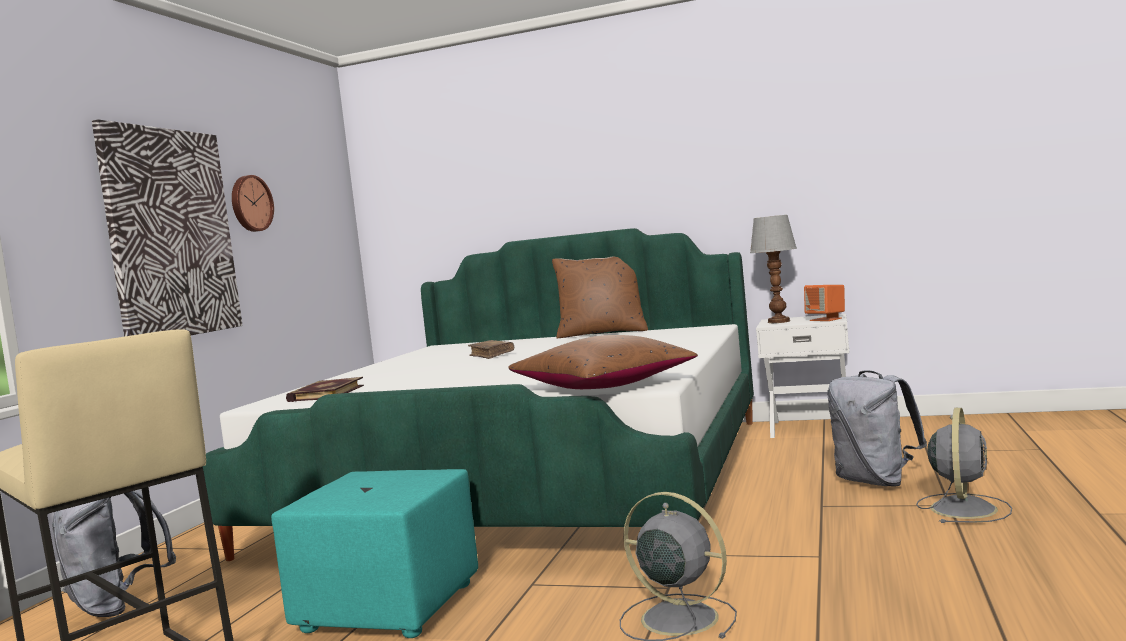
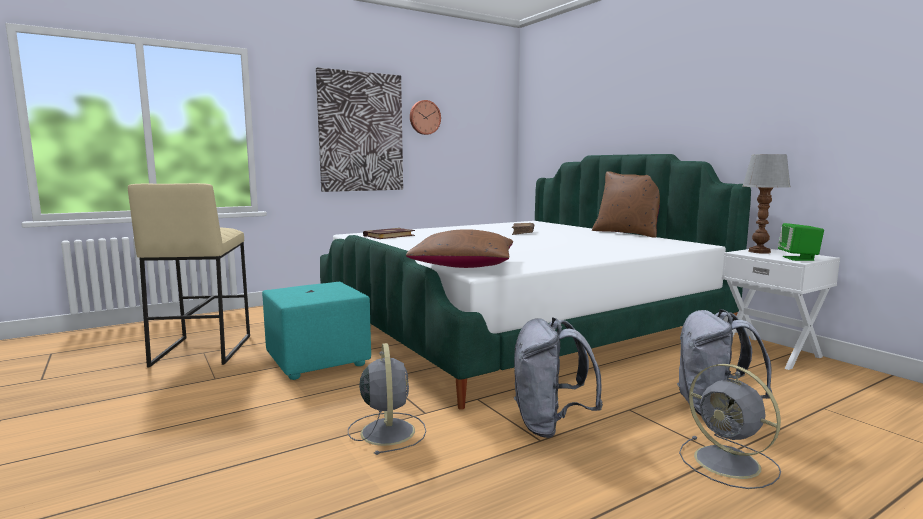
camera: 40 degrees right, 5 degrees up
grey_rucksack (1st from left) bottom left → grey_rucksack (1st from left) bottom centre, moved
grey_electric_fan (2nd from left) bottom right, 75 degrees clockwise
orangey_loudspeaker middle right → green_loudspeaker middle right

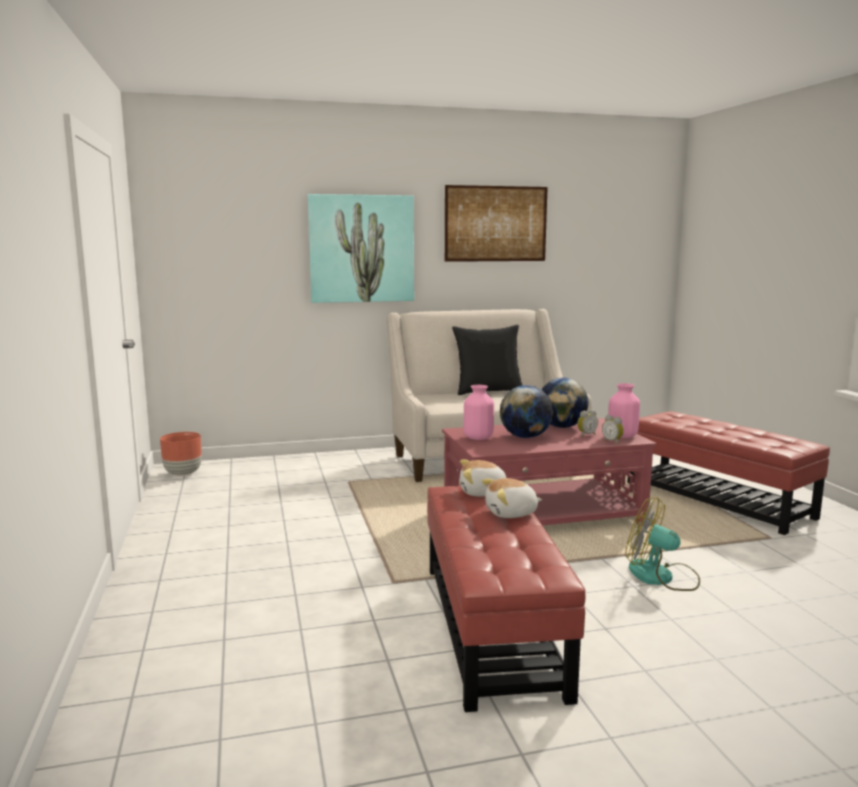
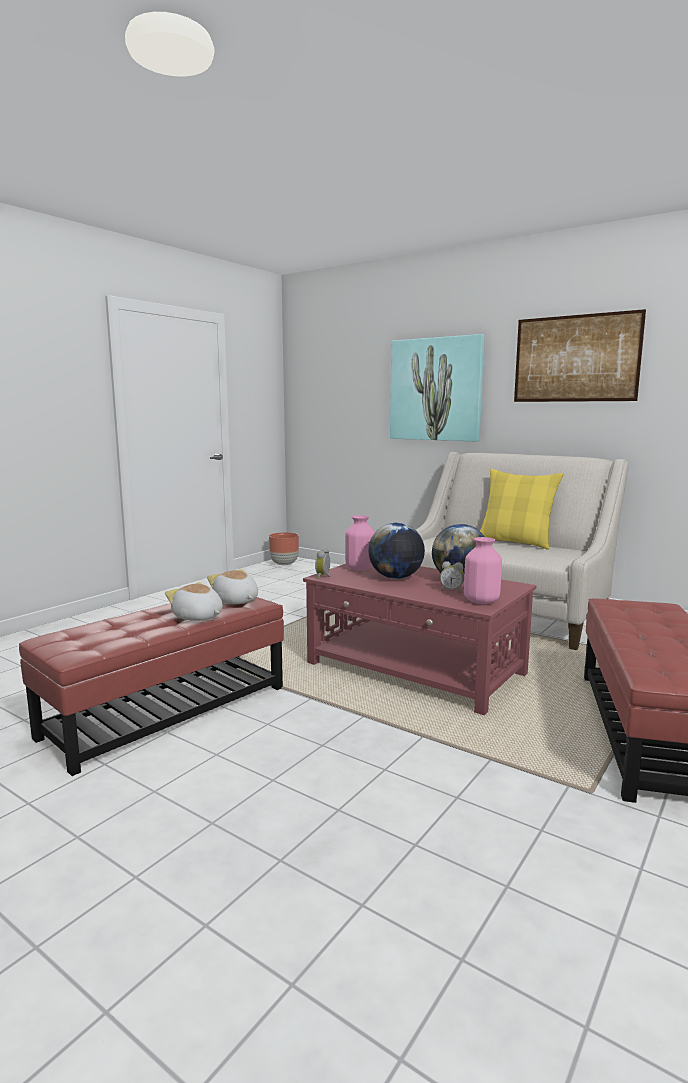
camera: 50 degrees right, 0 degrees up
table_clock (2nd from left in the first image) middle right → table_clock (1st from left) centre, moved
black-coloured_throw_pillow centre → yellowish_throw_pillow middle right
electric_fan bottom right → -

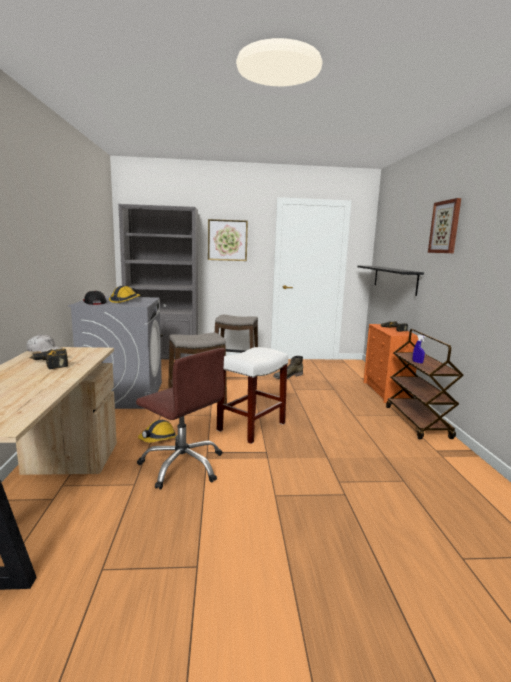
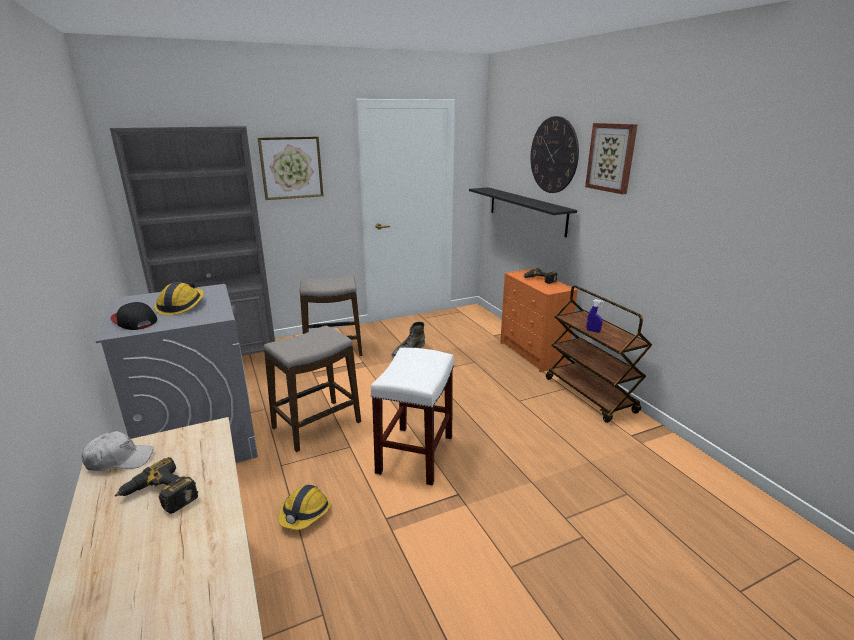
camera: 20 degrees left, 10 degrees up
- → clock_on_the_wall top centre
brownish_desk_chair centre → -

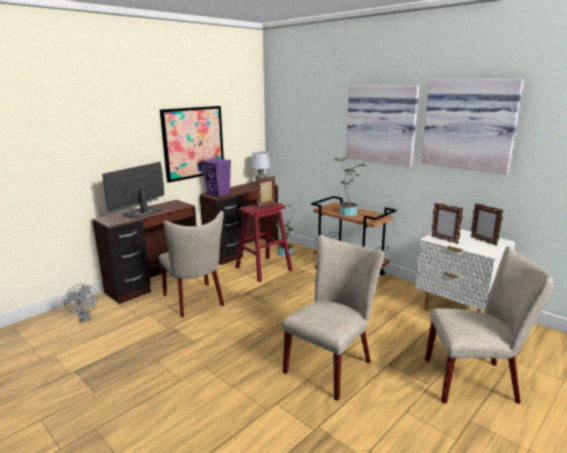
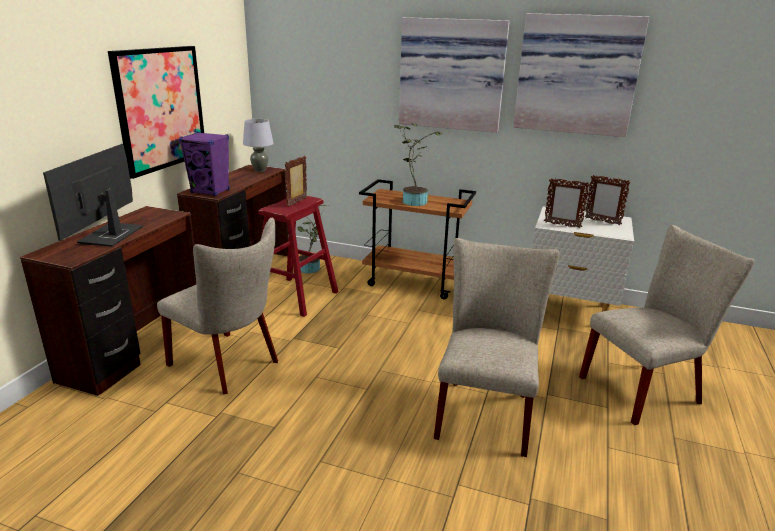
camera: 25 degrees left, 5 degrees up
grey_electric_fan bottom left → -

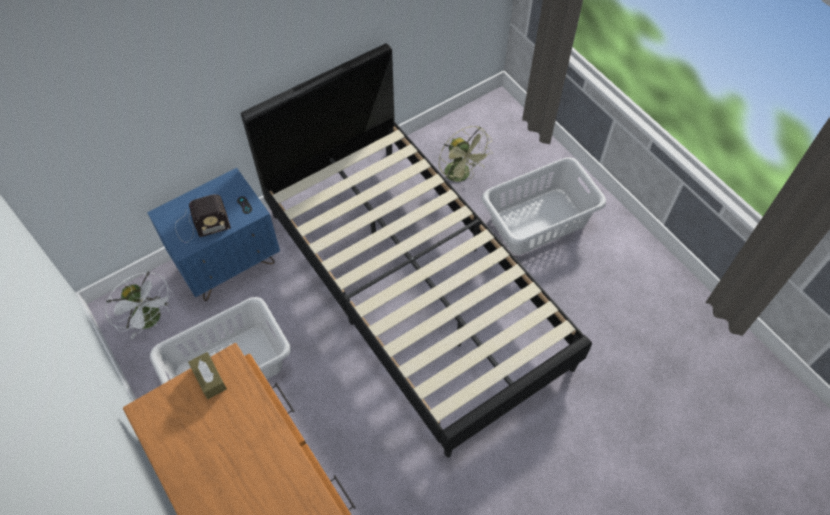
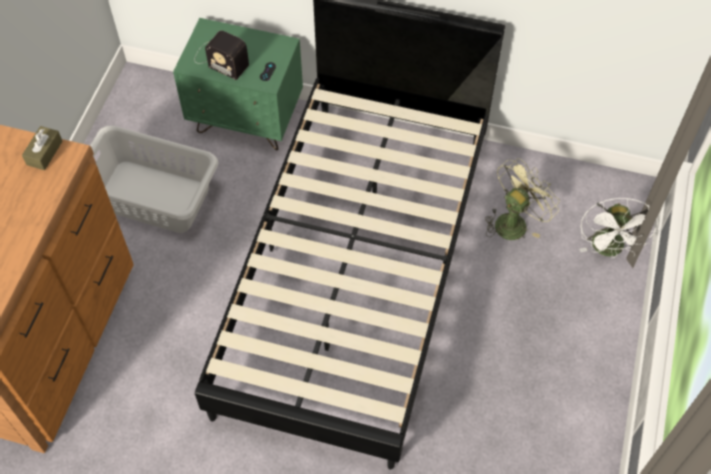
camera: 50 degrees right, 0 degrees up
blue_night_table middle left → green_night_table top centre
green_electric_fan top centre → green_electric_fan middle right, 150 degrees counterclockwise
white_electric_fan middle left → white_electric_fan middle right, moved
grey_hamper (2nd from left) centre → -

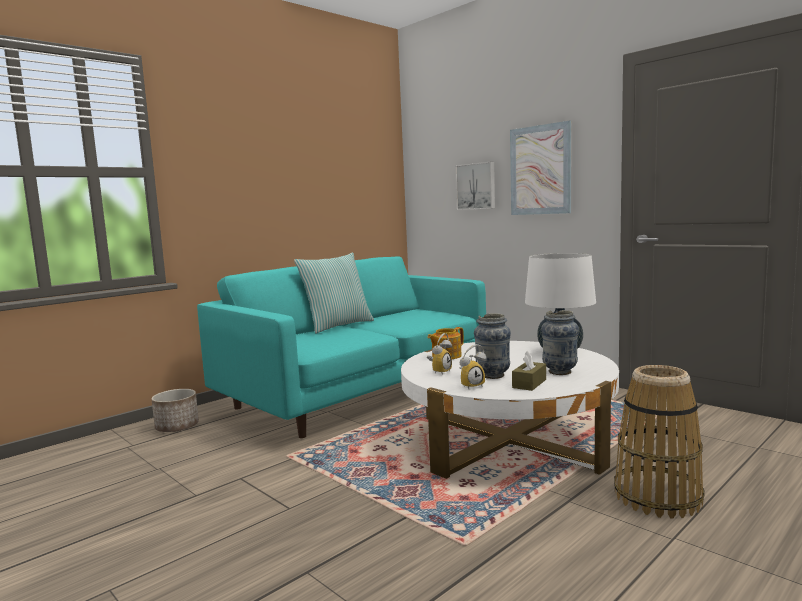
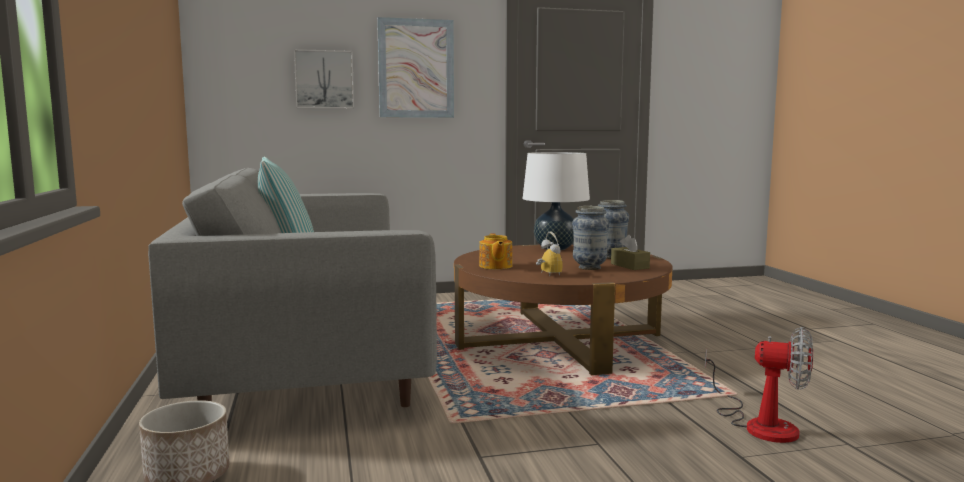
camera: 60 degrees left, 0 degrees up
turquoise-coloured_settee centre → grey_settee middle left
white_coffee_table bottom centre → brownish_coffee_table centre
- → electric_fan bottom right
table_clock (2nd from left) centre → -
storage_basket bottom right → -

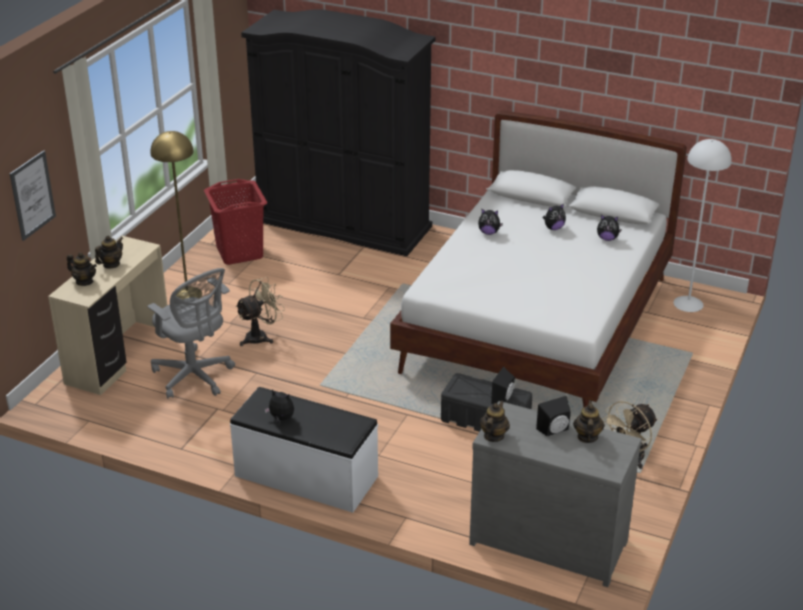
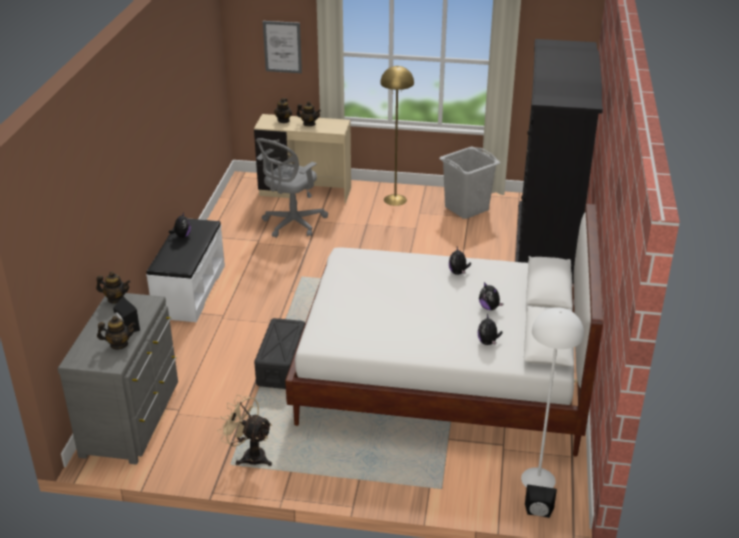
camera: 75 degrees right, 0 degrees up
red_hamper middle left → grey_hamper centre
black-coloured_loudspeaker (1st from left in the first image) centre → black-coloured_loudspeaker (2nd from left) bottom right, moved
sand-coloured_electric_fan (1st from left) middle left → -

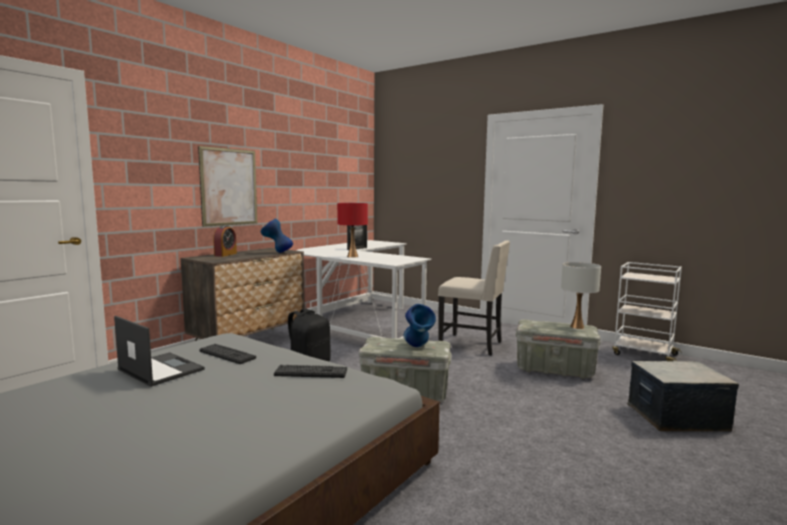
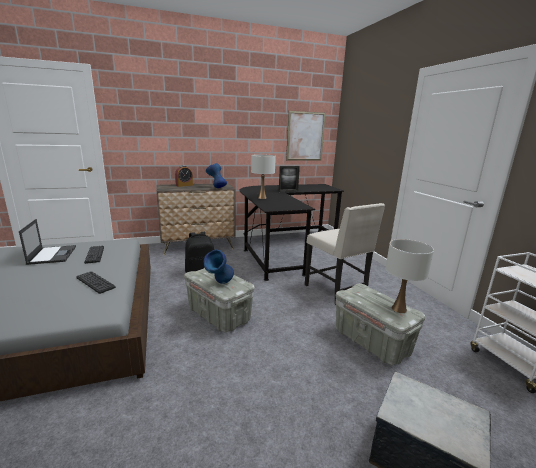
camera: 35 degrees right, 10 degrees up
white_desk_unit centre → black-coloured_desk_unit centre
red_tabletop_lamp centre → white_tabletop_lamp (1st from left) centre
picture middle left → picture top centre, moved

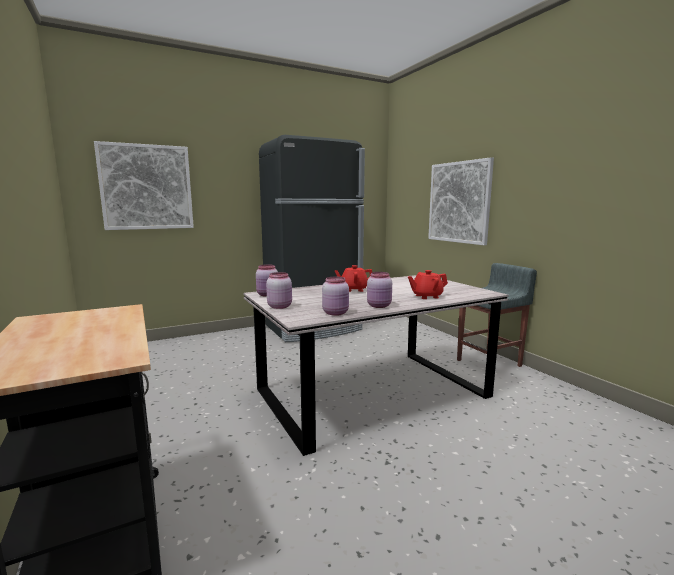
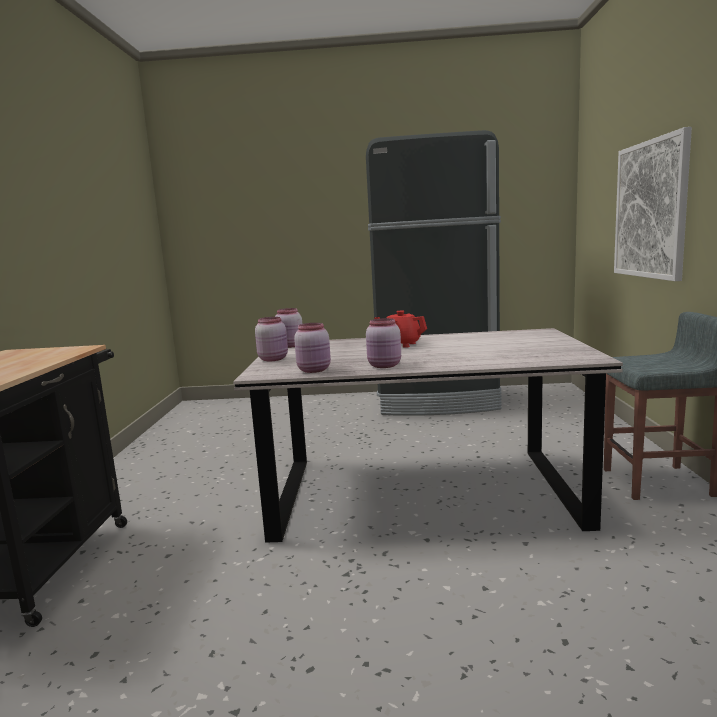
camera: 30 degrees right, 0 degrees up
picture (1st from left) top left → -
red_pot_for_tea (2nd from left) centre → -

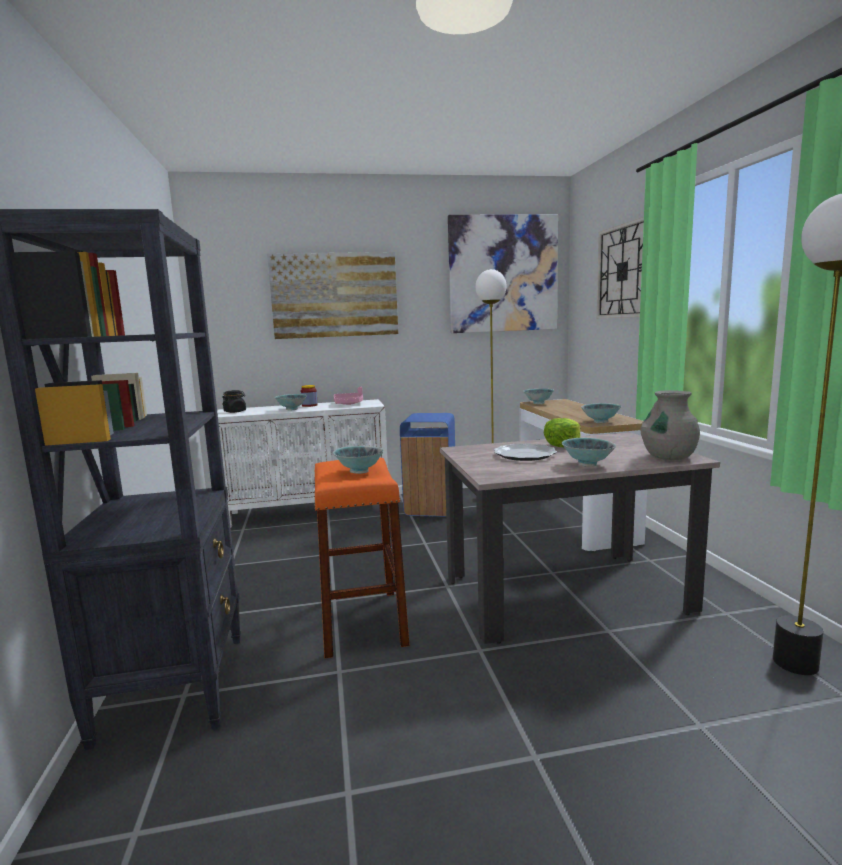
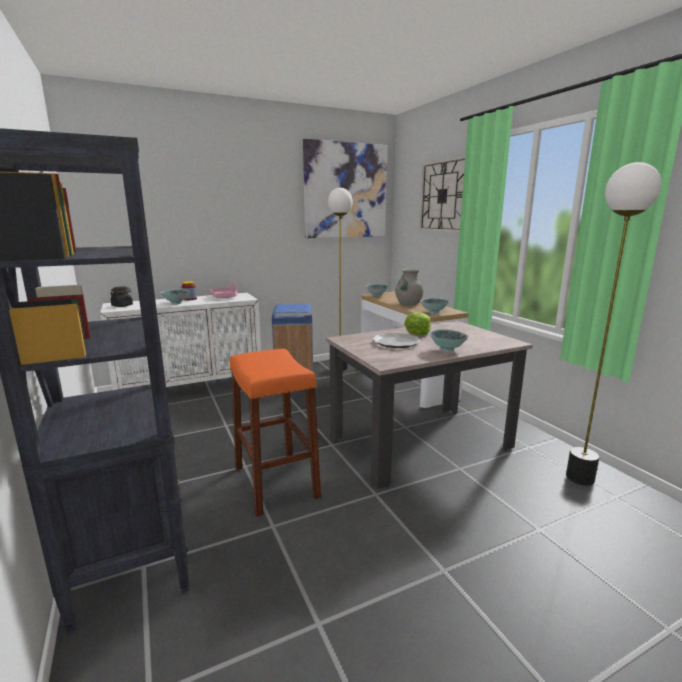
camera: 15 degrees left, 5 degrees up
grey_flower_vase middle right → grey_flower_vase centre, moved
picture (1st from left) centre → -
deep_dish (2nd from left) centre → -

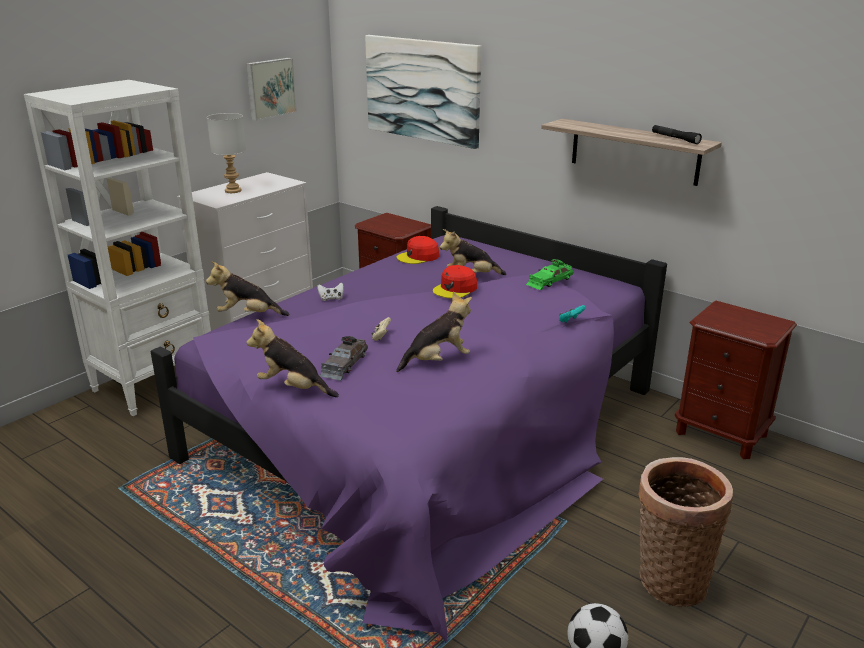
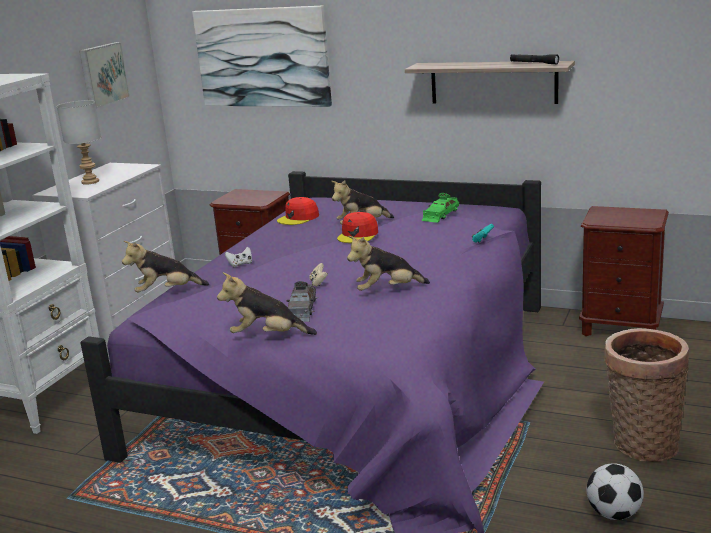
camera: 15 degrees left, 5 degrees down
soft_toy (3rd from left in the first image) centre → soft_toy (4th from left) centre, 150 degrees counterclockwise

